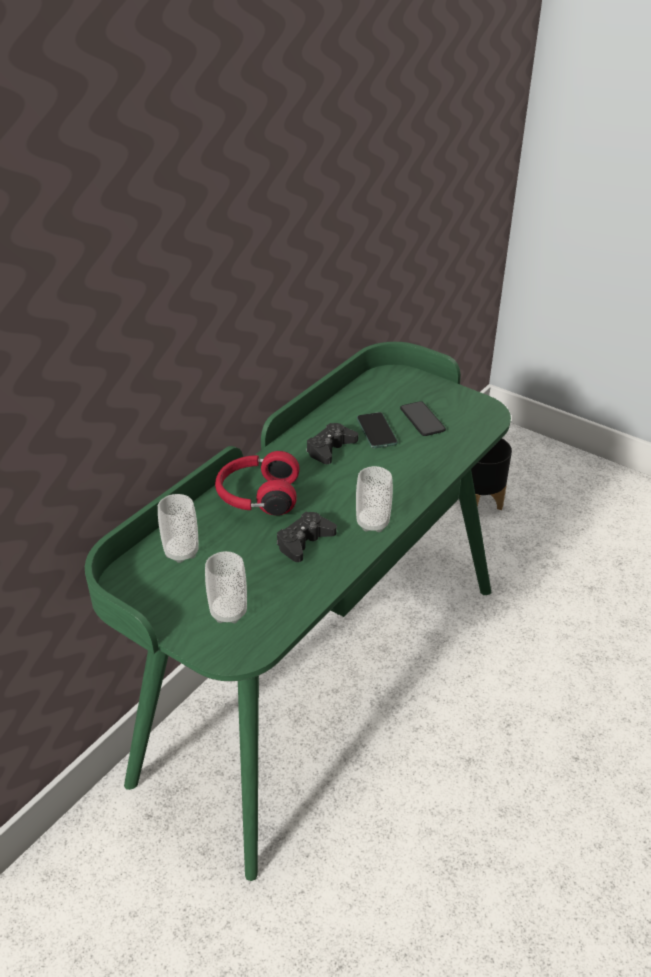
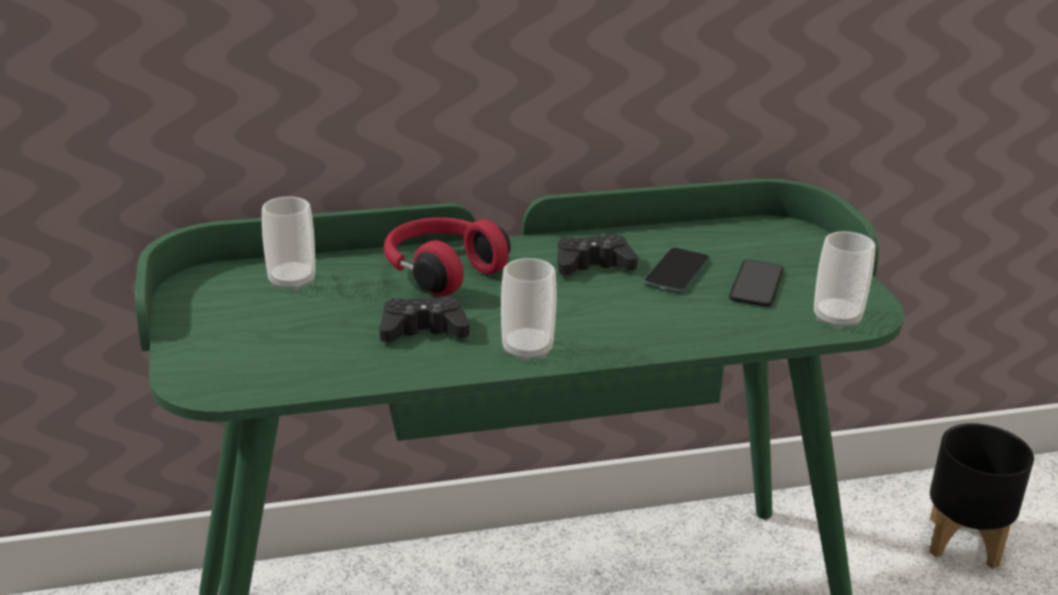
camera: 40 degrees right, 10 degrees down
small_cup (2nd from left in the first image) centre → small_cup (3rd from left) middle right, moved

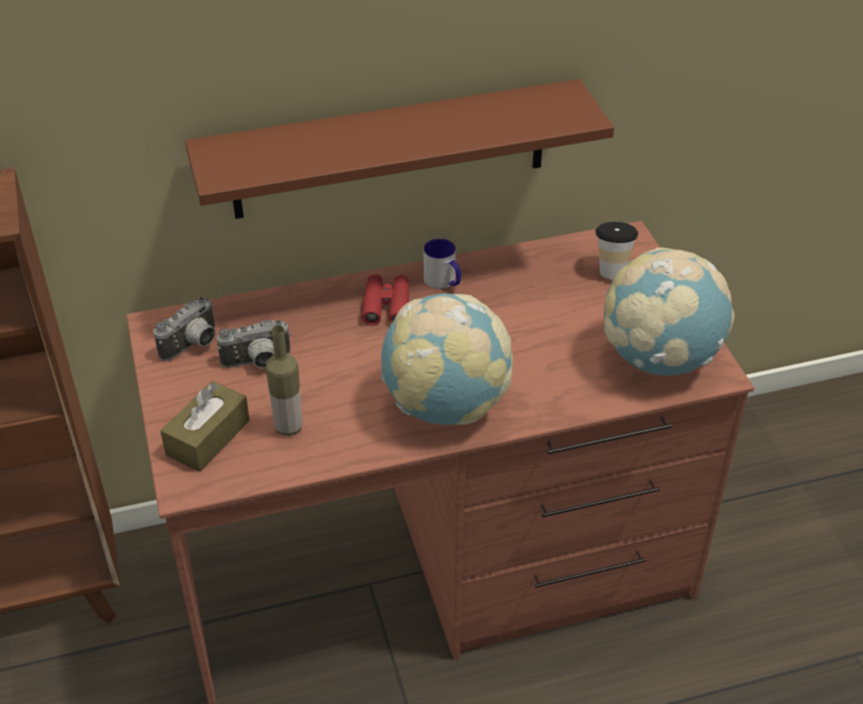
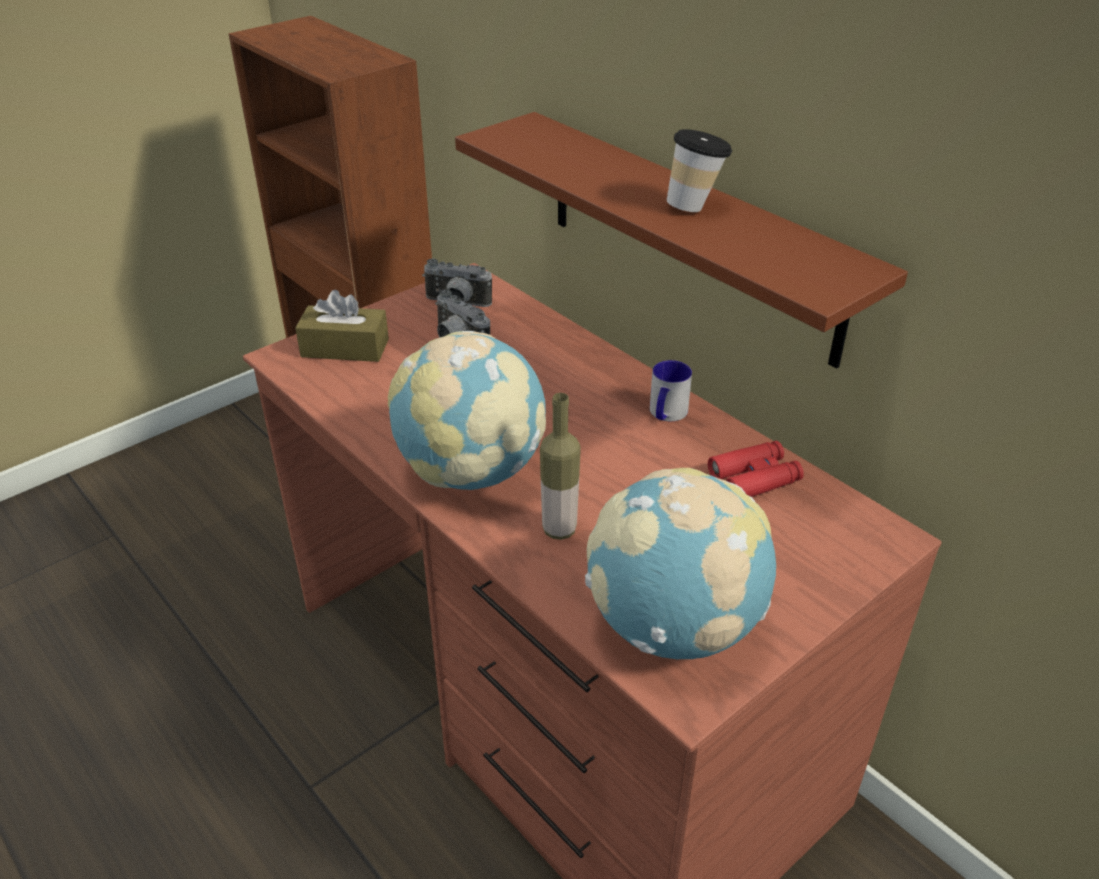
camera: 65 degrees right, 5 degrees down
bottle middle left → bottle centre, moved
small_cup middle right → small_cup top centre, moved
red_field_glasses centre → red_field_glasses middle right, moved

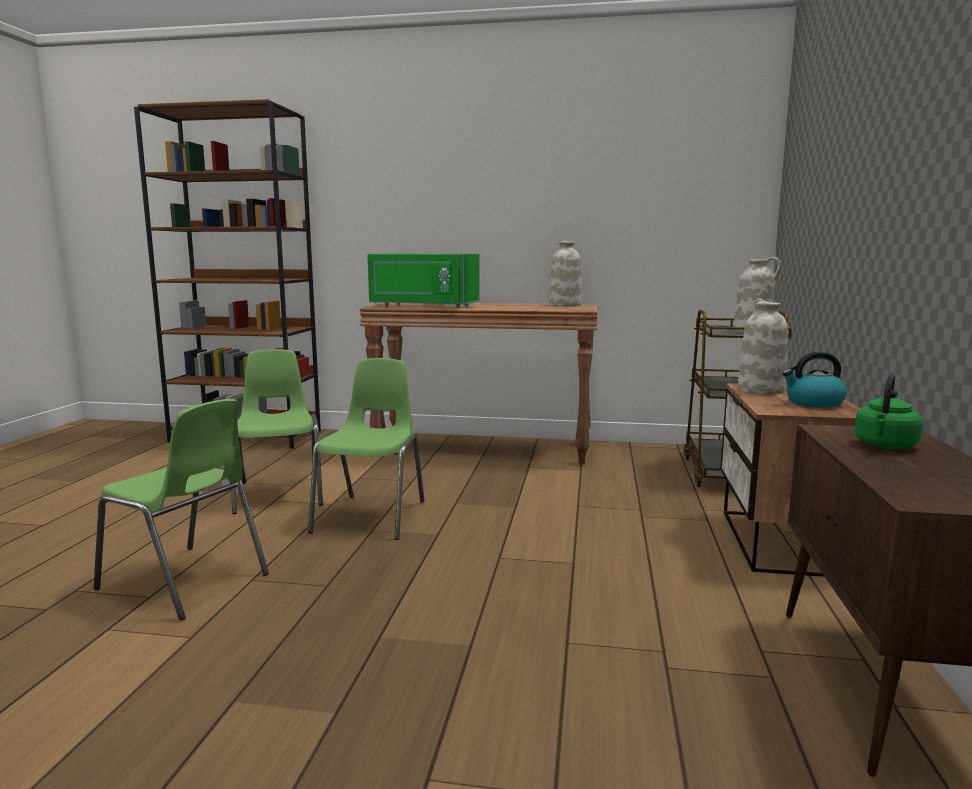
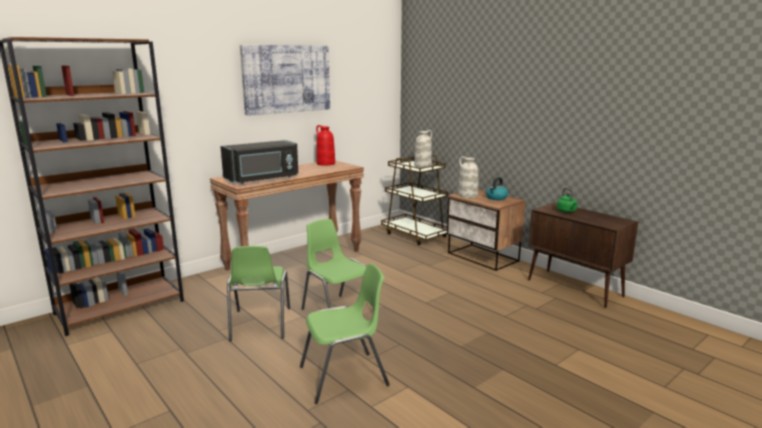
camera: 50 degrees left, 5 degrees up
green_microwave_oven centre → black-coloured_microwave_oven centre
green_upright_chair (2nd from left in the first image) middle left → green_upright_chair (1st from left) bottom centre, 120 degrees counterclockwise
- → picture top centre
white_flower_vase (1st from left) centre → red_flower_vase centre

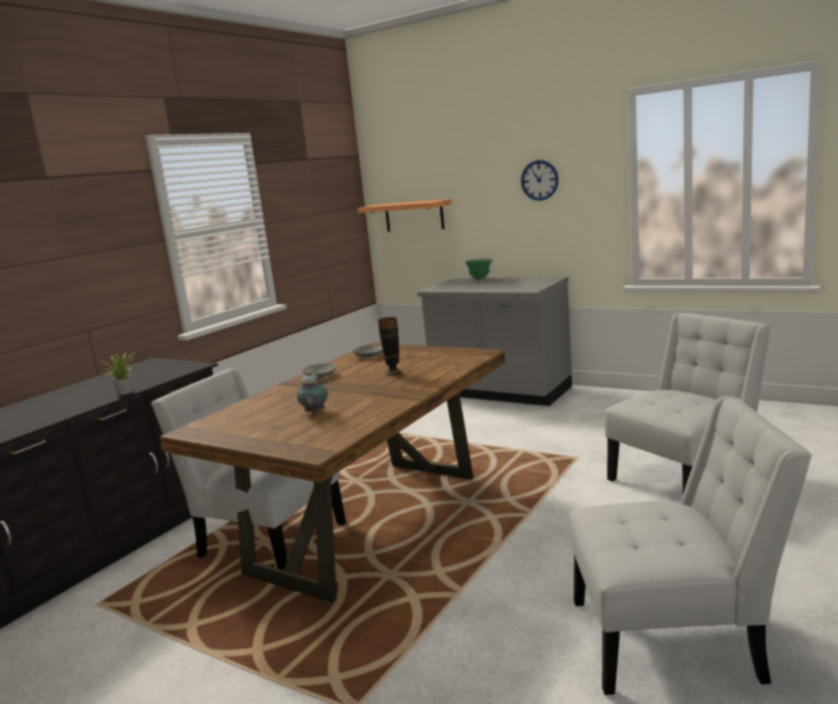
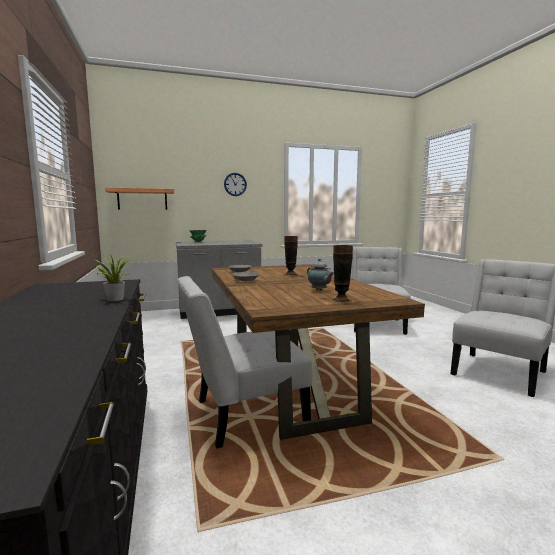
camera: 50 degrees left, 5 degrees down
- → flower_vase (2nd from left) centre

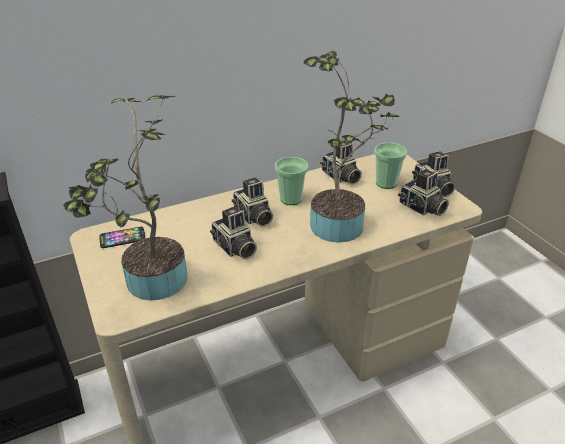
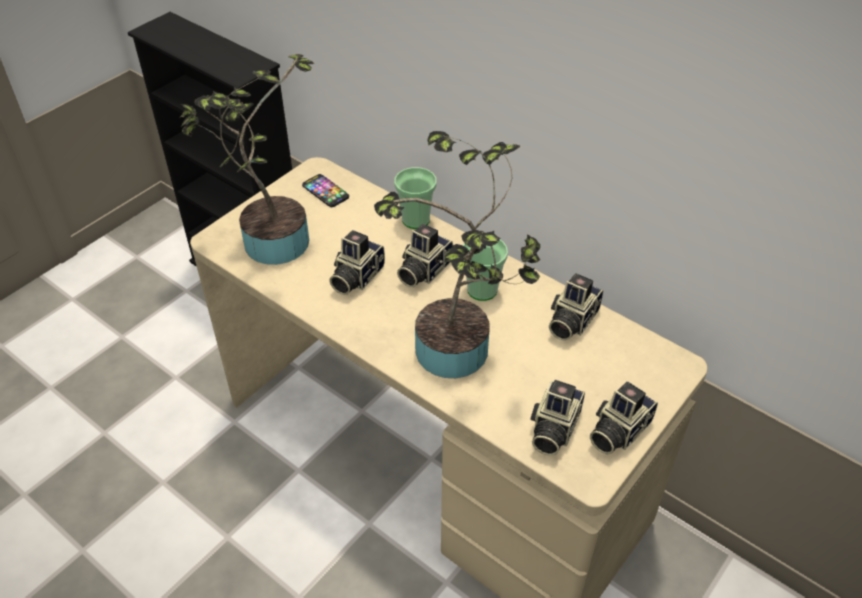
camera: 65 degrees right, 10 degrees up
small_cup (2nd from left in the first image) middle right → small_cup (1st from left) top centre, moved

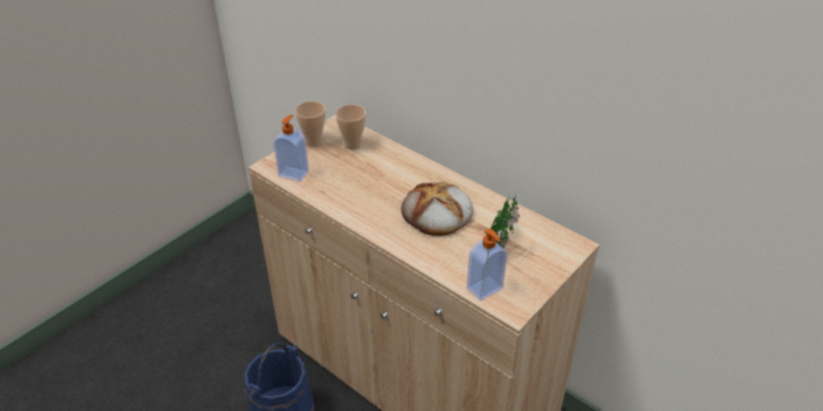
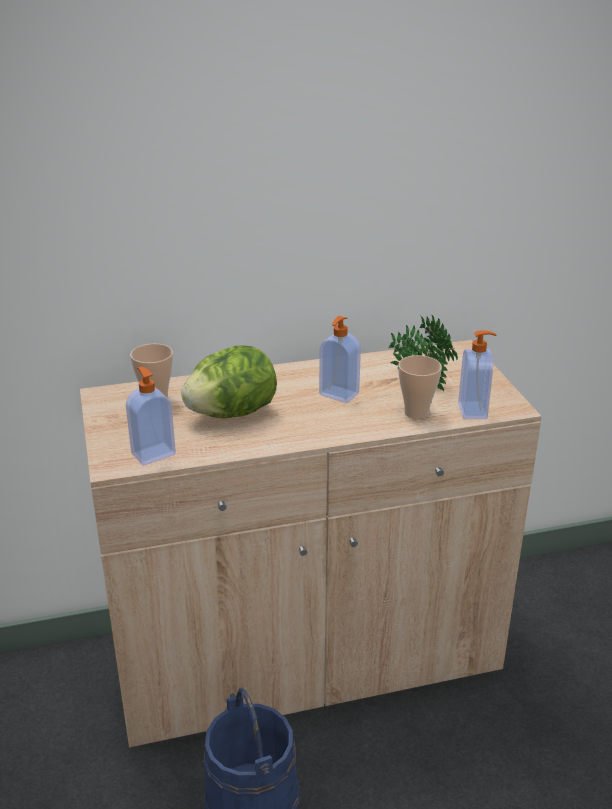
camera: 55 degrees left, 10 degrees down
- → lettuce centre
baked_bread centre → soap_bottle (2nd from left) centre
small_cup (1st from left in the first image) top centre → small_cup (2nd from left) middle right, moved

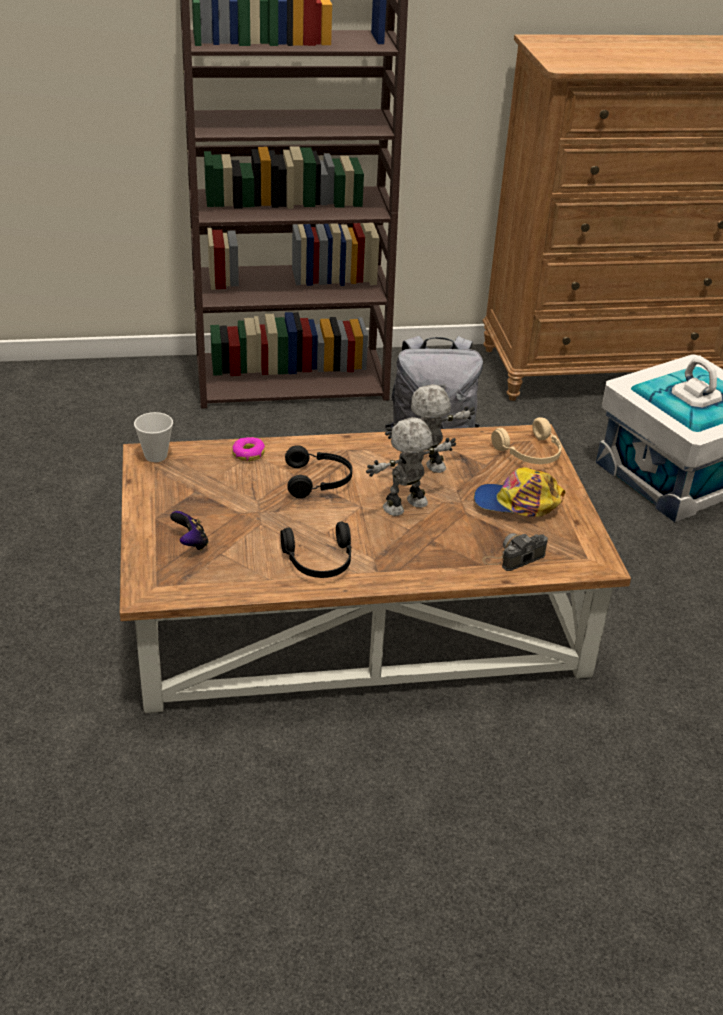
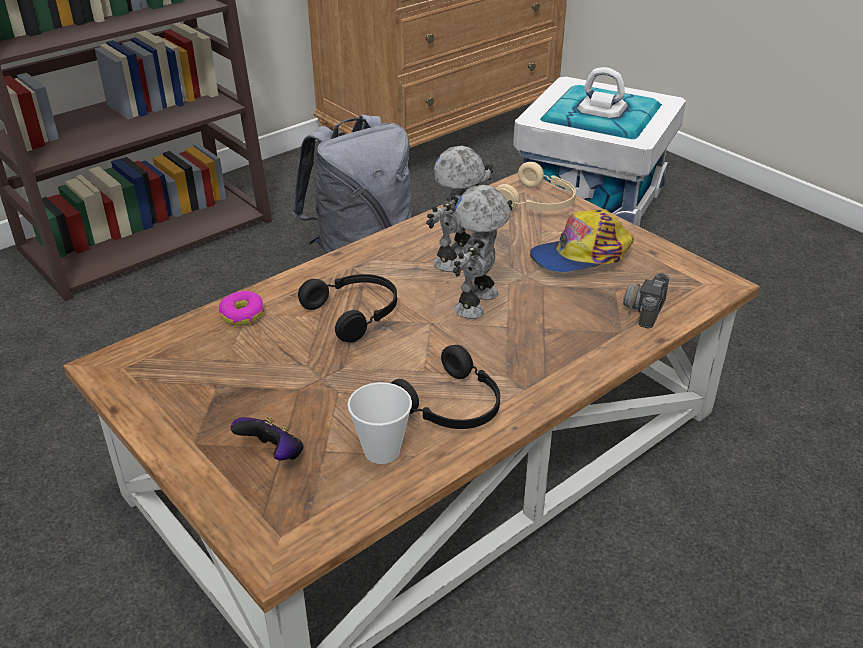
camera: 30 degrees left, 0 degrees up
small_cup middle left → small_cup centre, moved

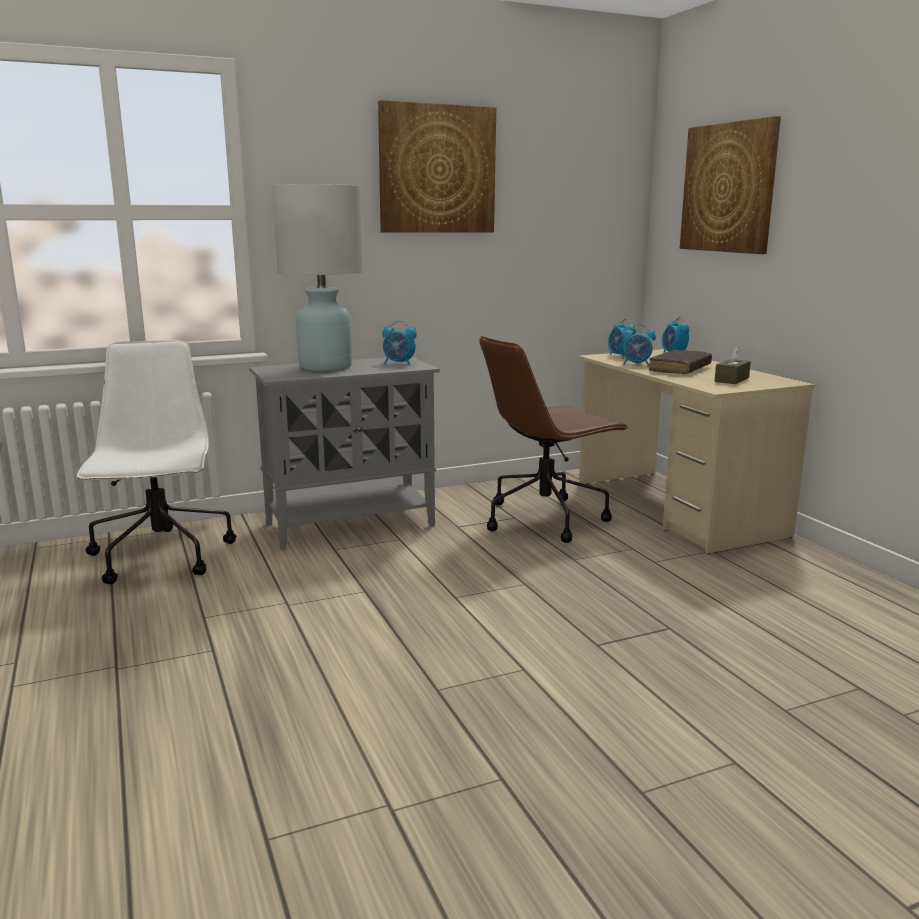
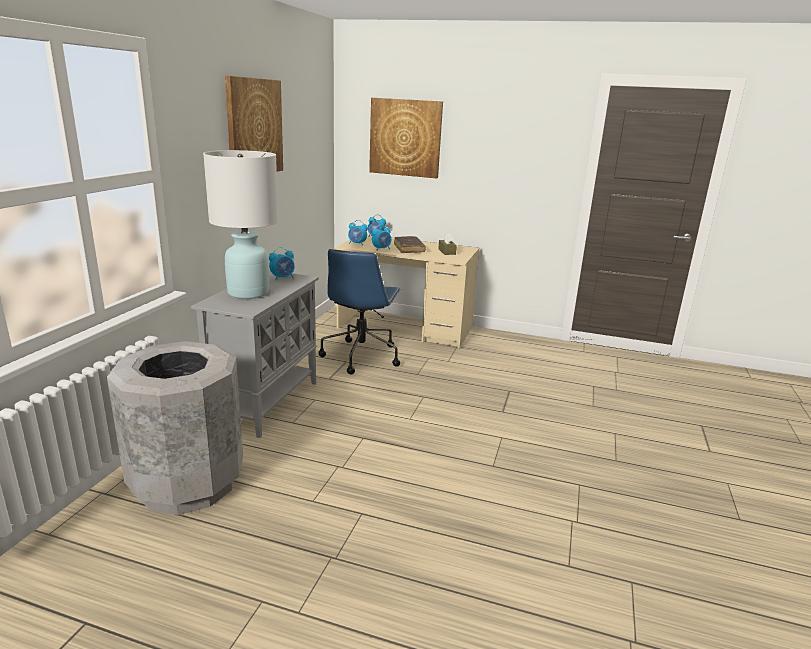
camera: 50 degrees left, 5 degrees up
white_desk_chair middle left → grey_waste_bin middle left
brownish_desk_chair centre → blue_desk_chair centre

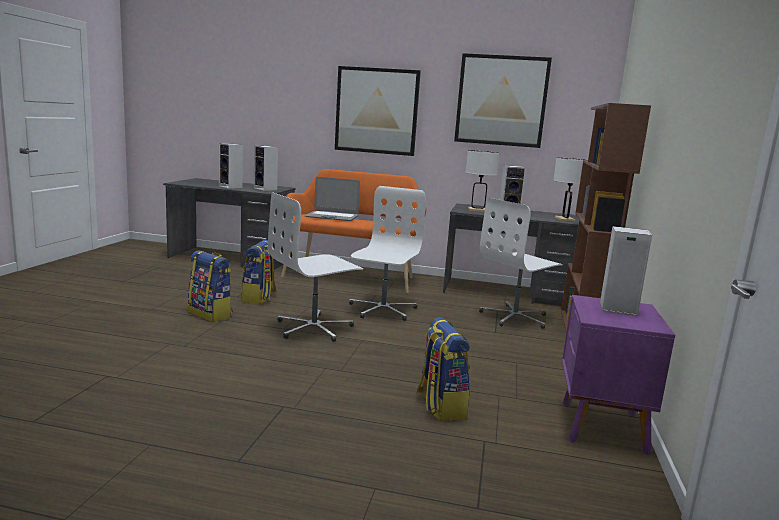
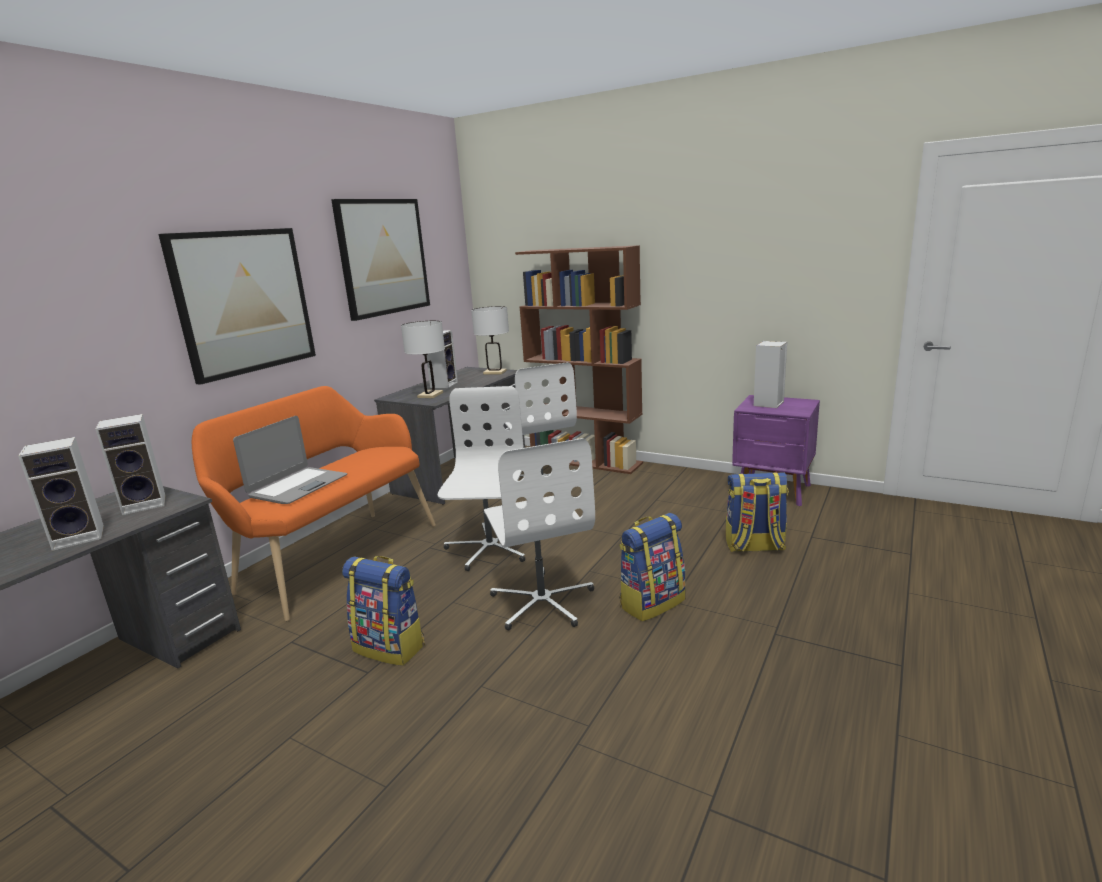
camera: 70 degrees left, 5 degrees up
white_desk_chair (2nd from left in the first image) centre → white_desk_chair (1st from left) centre, 60 degrees clockwise
rucksack (1st from left in the first image) middle left → rucksack (2nd from left) centre, moved

